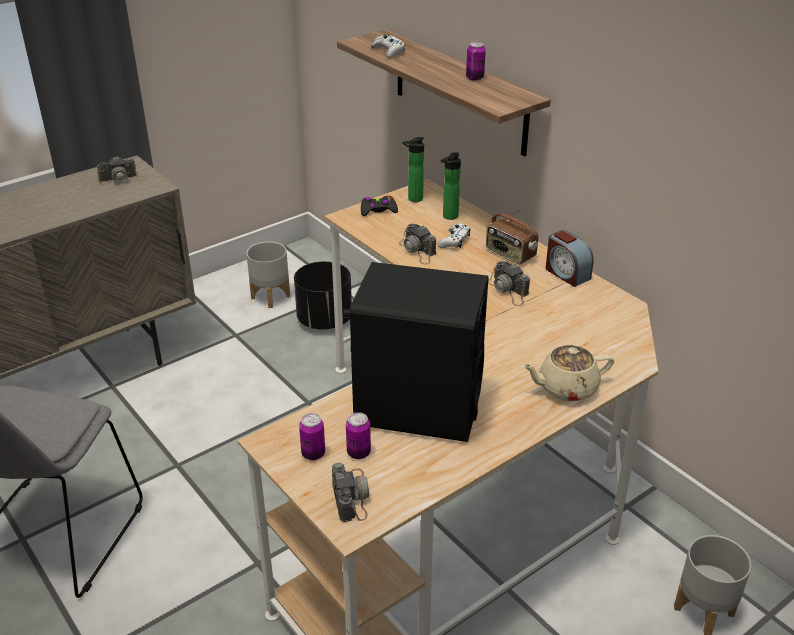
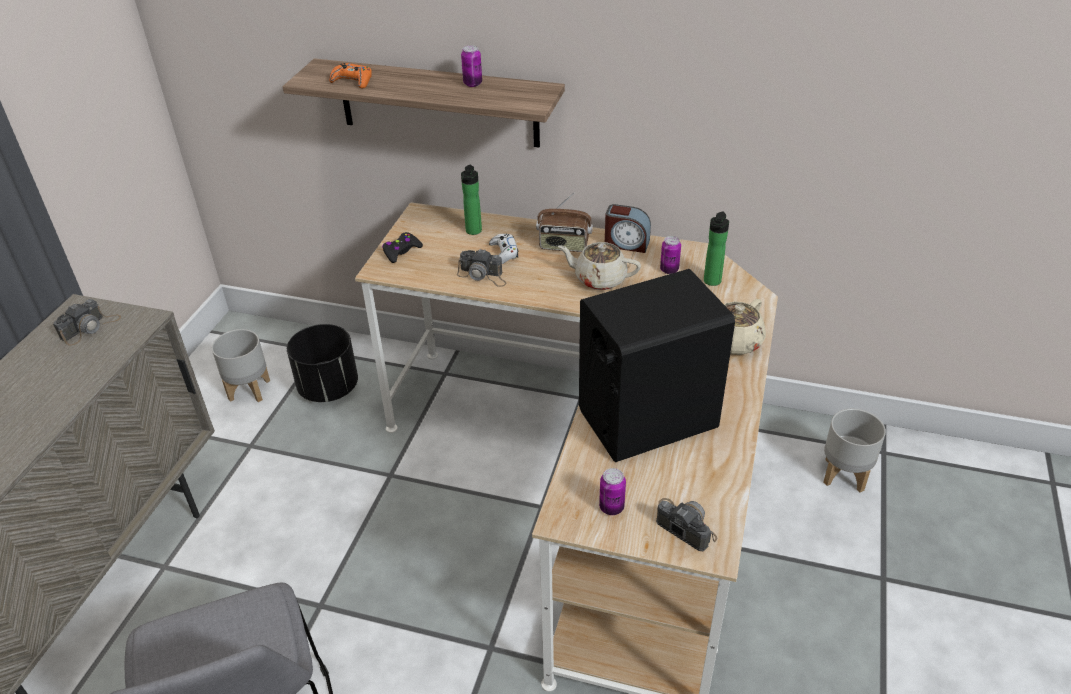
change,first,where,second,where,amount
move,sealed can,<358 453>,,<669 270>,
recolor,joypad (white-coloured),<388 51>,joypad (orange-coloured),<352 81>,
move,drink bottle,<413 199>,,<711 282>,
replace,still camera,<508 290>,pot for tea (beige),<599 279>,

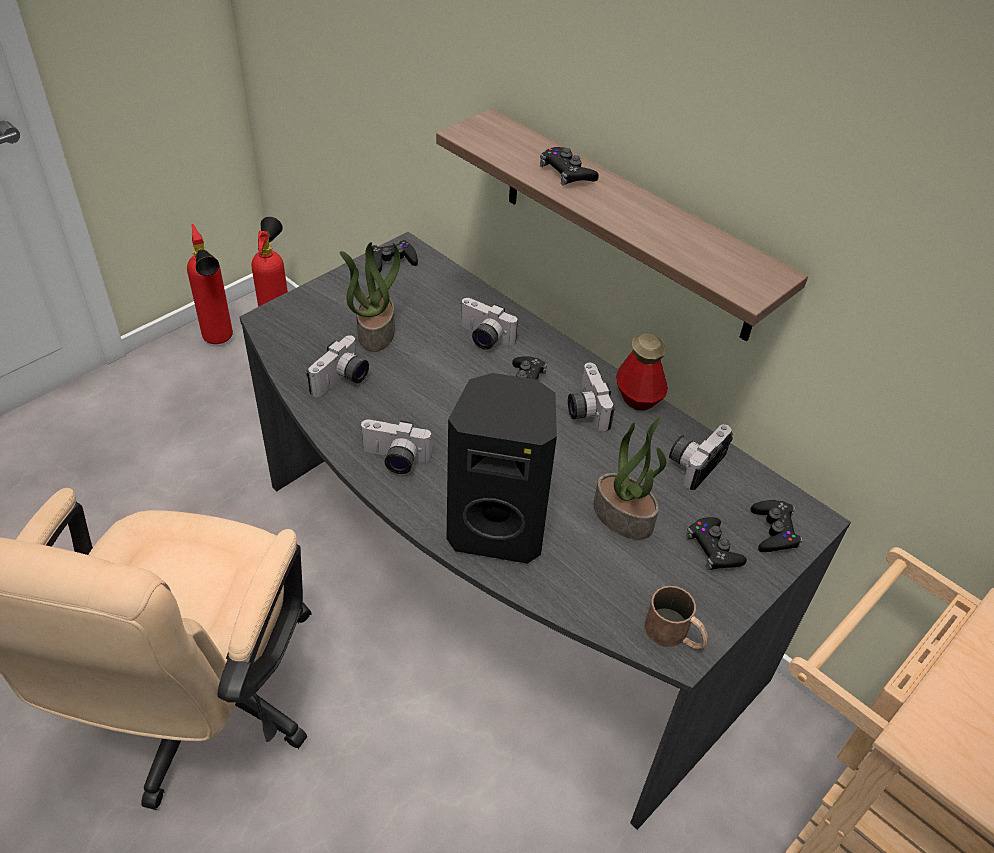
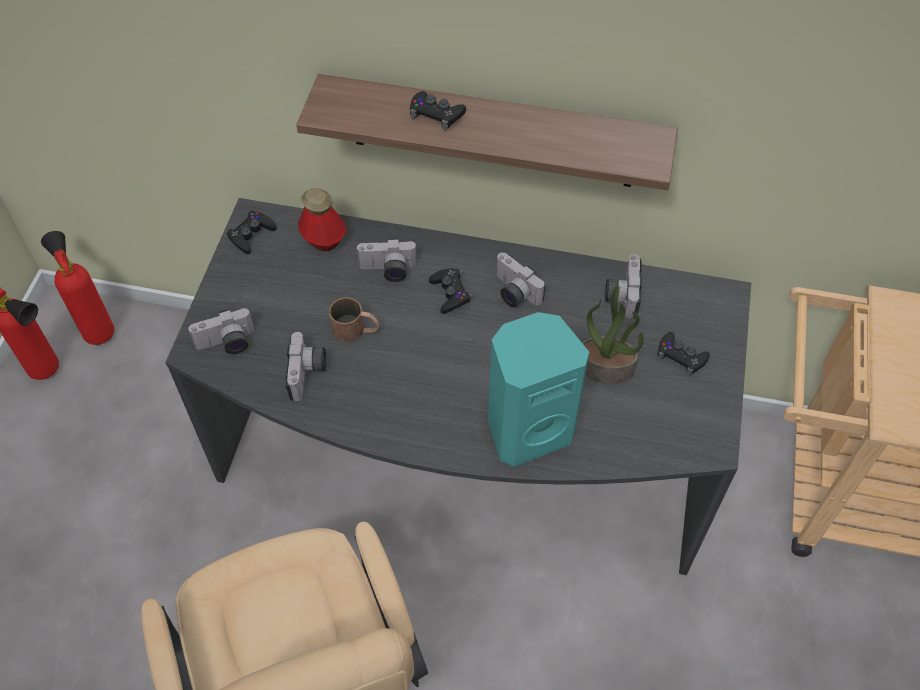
change,first,where,second,where,amount
delete,potted plant,<375 332>,,,
move,still camera,<394 460>,,<227 344>,
recolor,speaker (blackish),<498 528>,speaker (turquoise-coloured),<528 429>,
move,drink bottle,<638 398>,,<324 240>,
move,tea mug (brownish),<675 635>,,<356 330>,
delete,joypad (blackish),<774 531>,,,

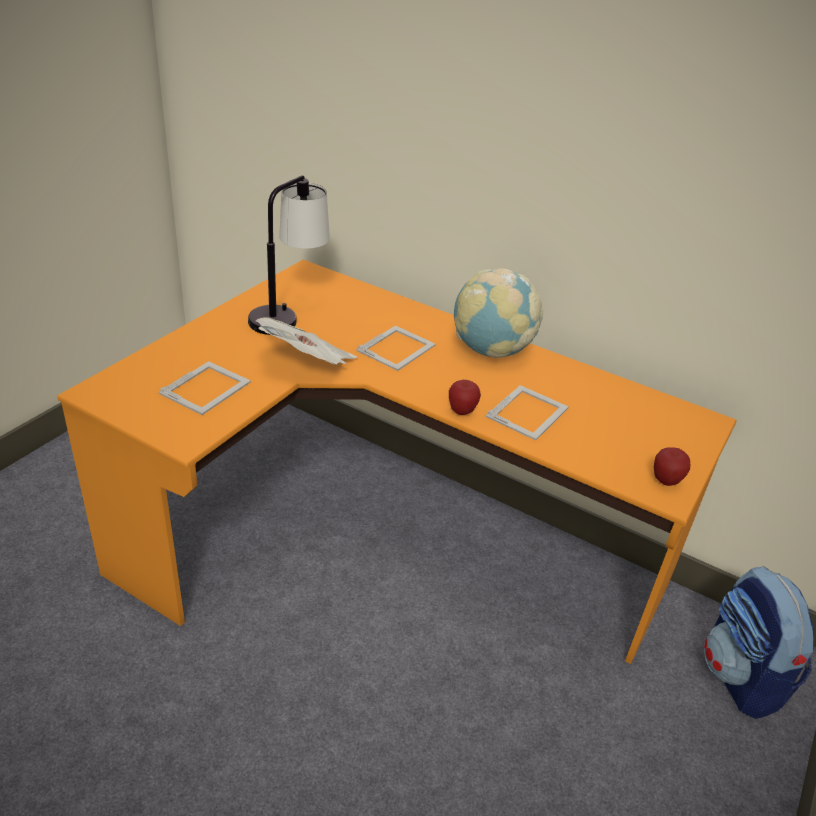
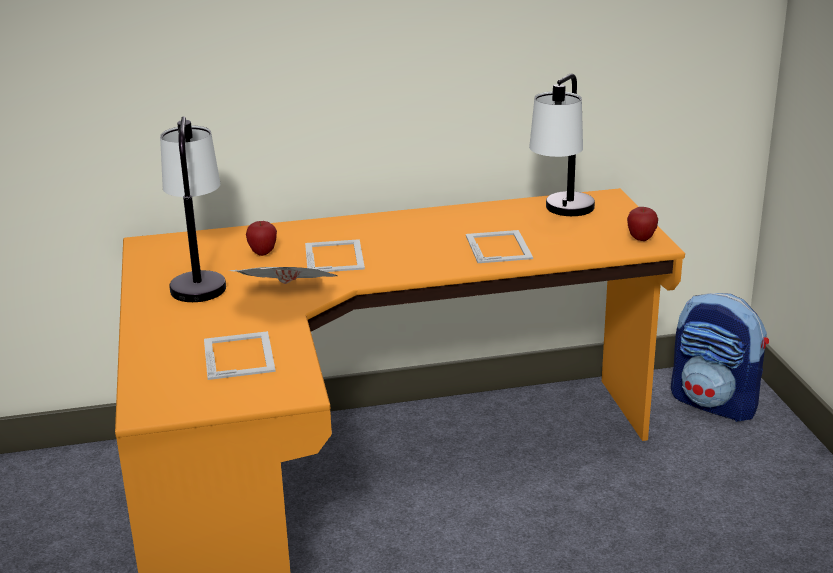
change,first,where,second,where,amount
move,apple fruit,<462 411>,,<263 253>,
delete,desk globe,<491 350>,,,
insert,,,lamp for a table,<562 216>,

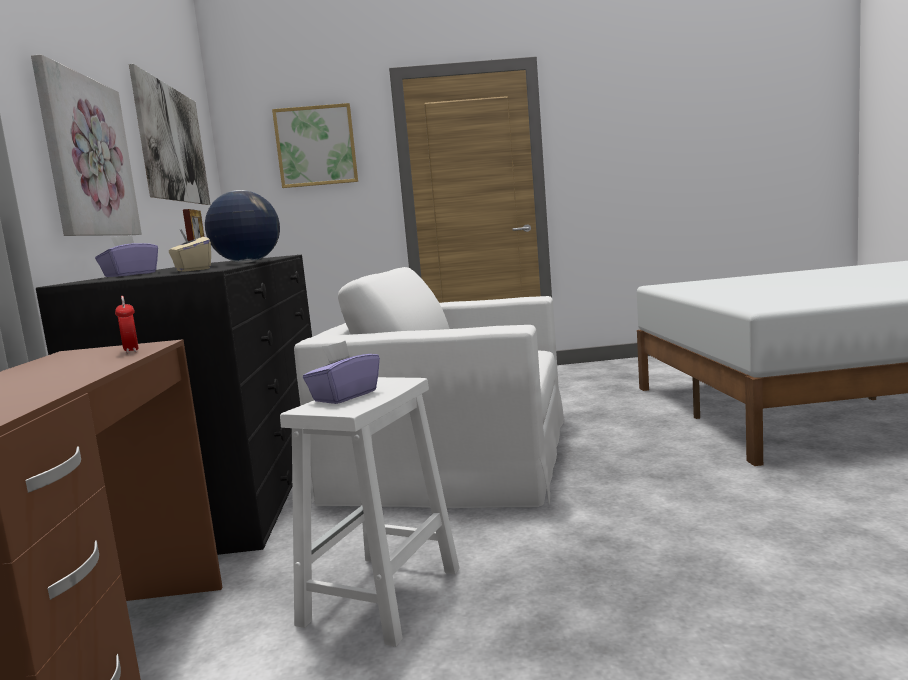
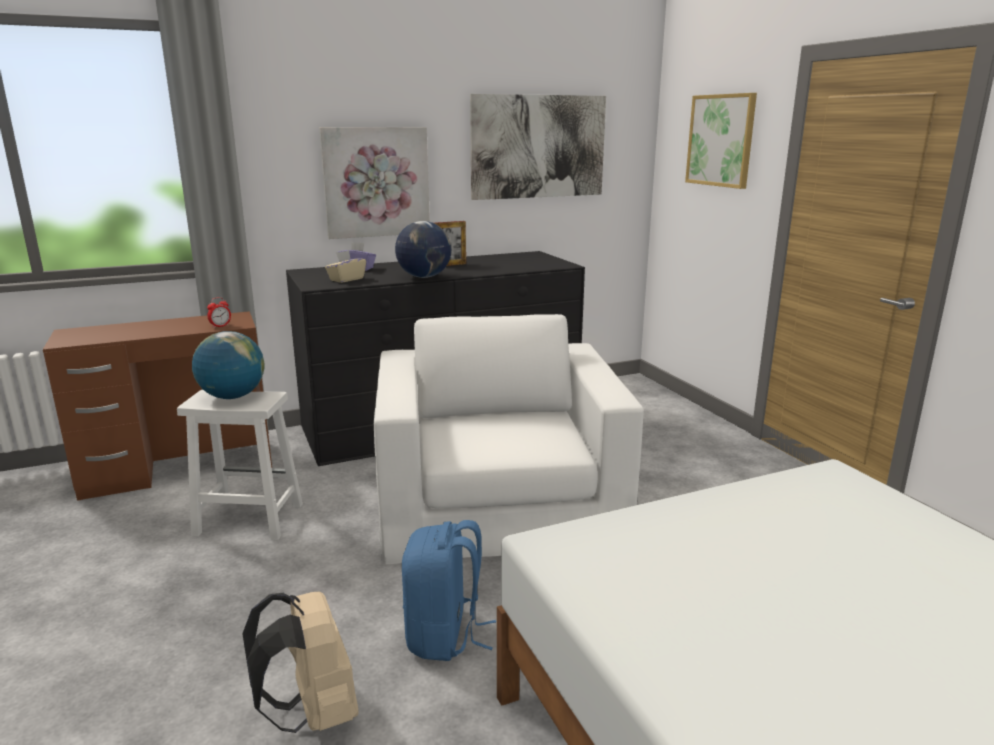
change,first,where,second,where,amount
replace,tissue box (purple-coloured),<344 396>,desk globe,<232 396>,
insert,,,rucksack (beige),<312 713>,
insert,,,rucksack (blue-coloured),<445 636>,

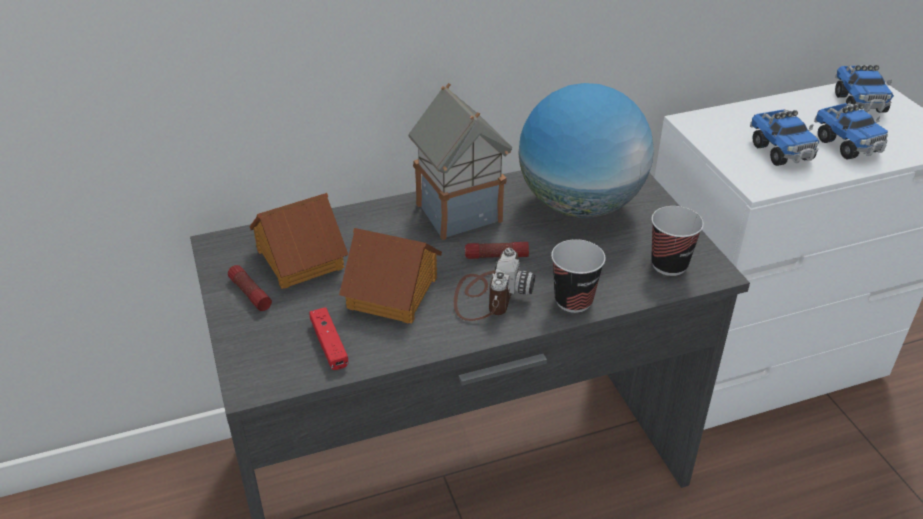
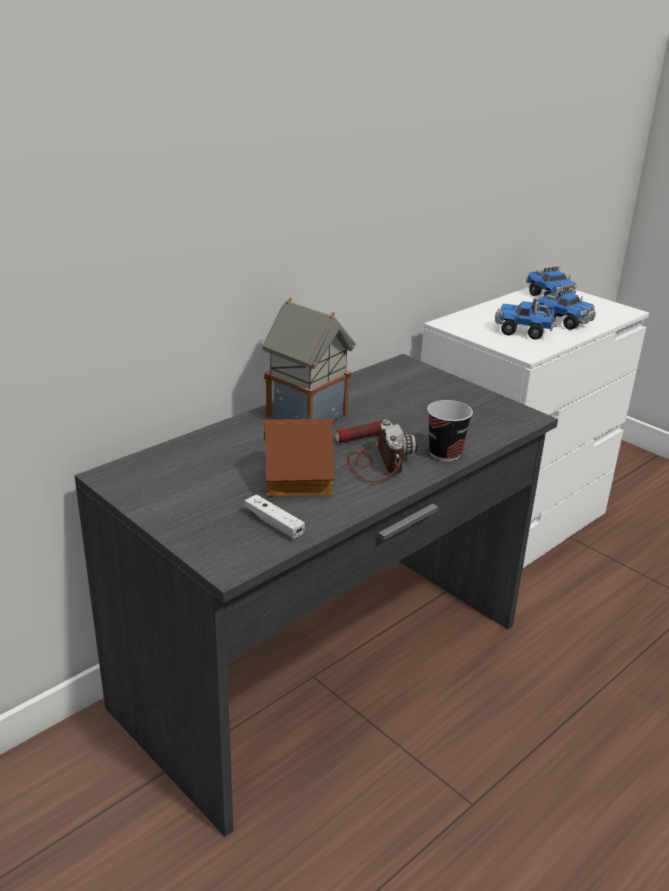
change,first,where,second,where,amount
delete,torch,<250 293>,,,
delete,miniature house,<298 259>,,,
recolor,joypad (reddish),<329 344>,joypad (white-coloured),<274 523>,
delete,desk globe,<580 205>,,,
delete,cup,<669 265>,,,
rotate,toy truck,<781 151>,,<524 332>,150 degrees clockwise

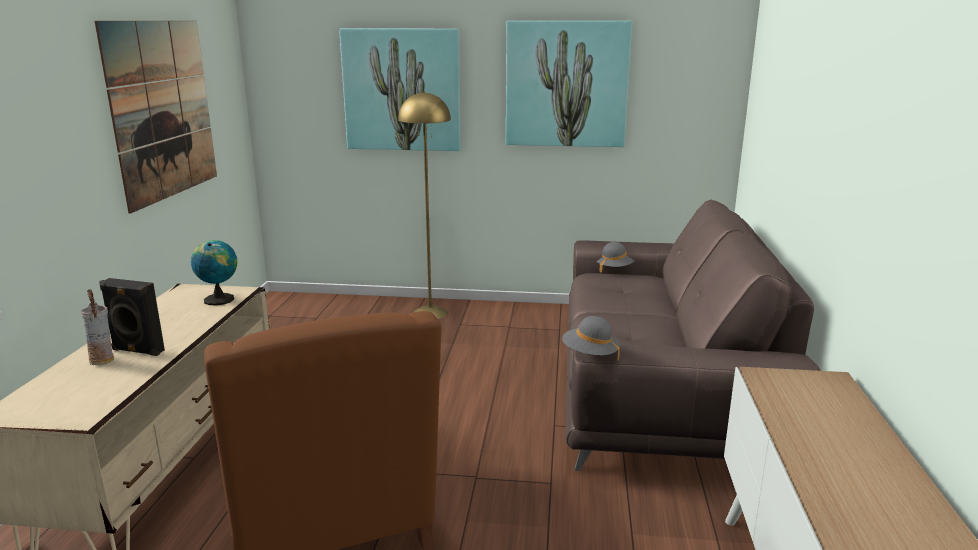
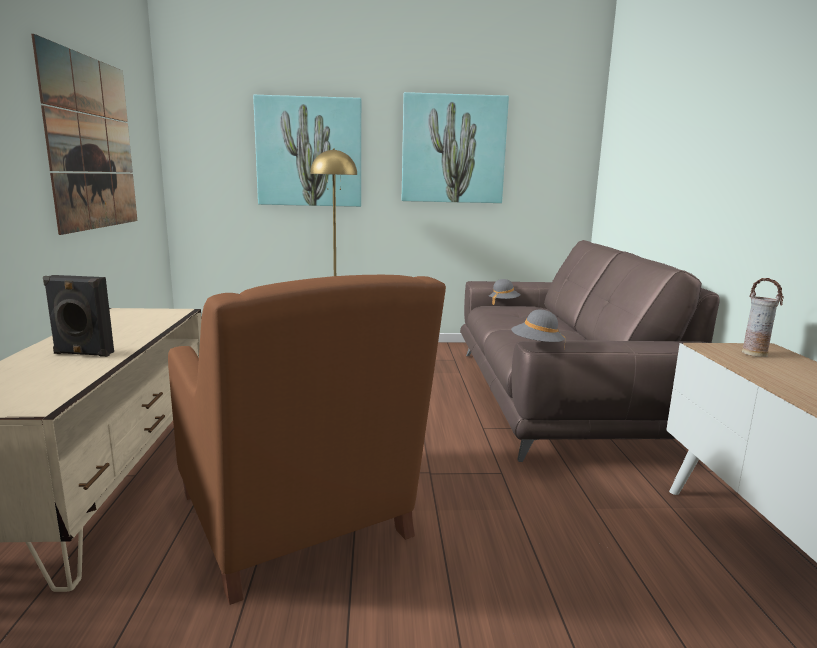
change,first,where,second,where,amount
move,flower vase,<103 360>,,<754 354>,
delete,desk globe,<219 299>,,,

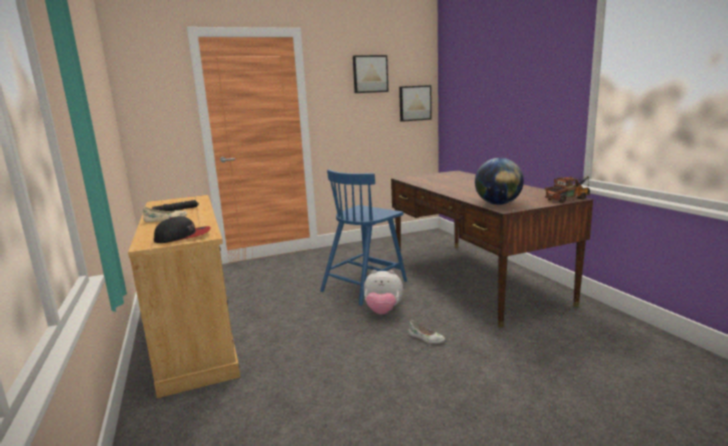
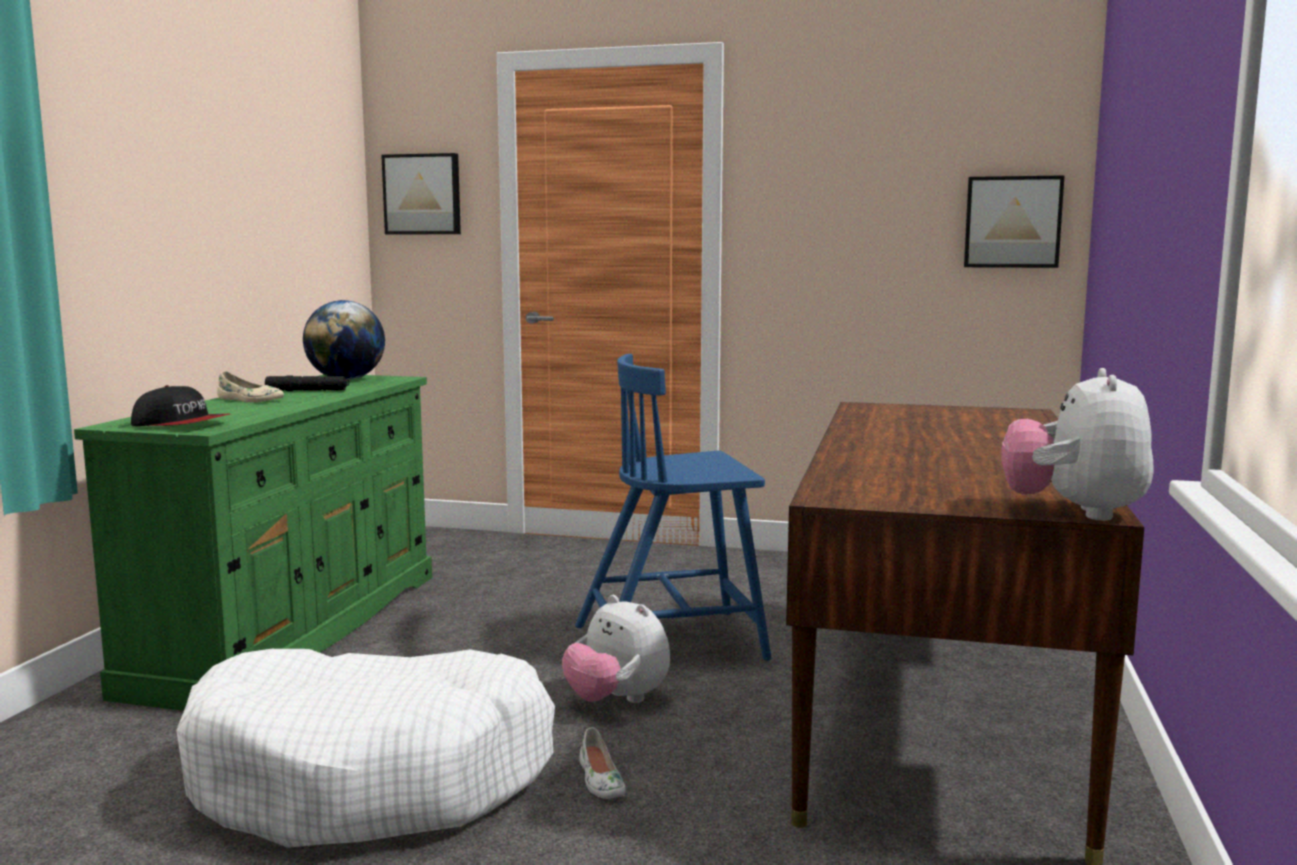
change,first,where,second,where,amount
recolor,drawer chest (beige),<196 332>,drawer chest (green),<294 628>,
move,wall picture,<370 74>,,<423 194>,
move,desk globe,<498 204>,,<346 379>,
replace,toy truck,<569 199>,plush toy,<1074 512>,
insert,,,dog cushion (white-coloured),<372 778>,

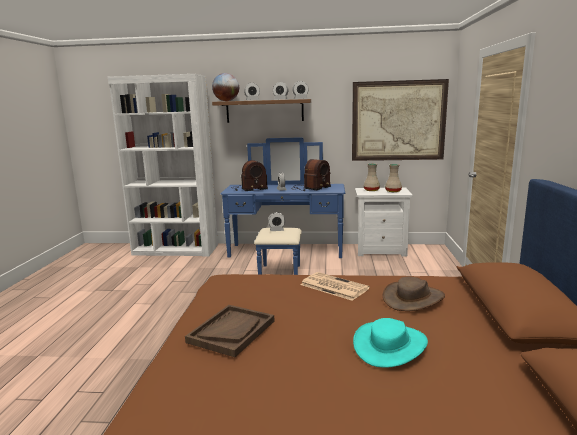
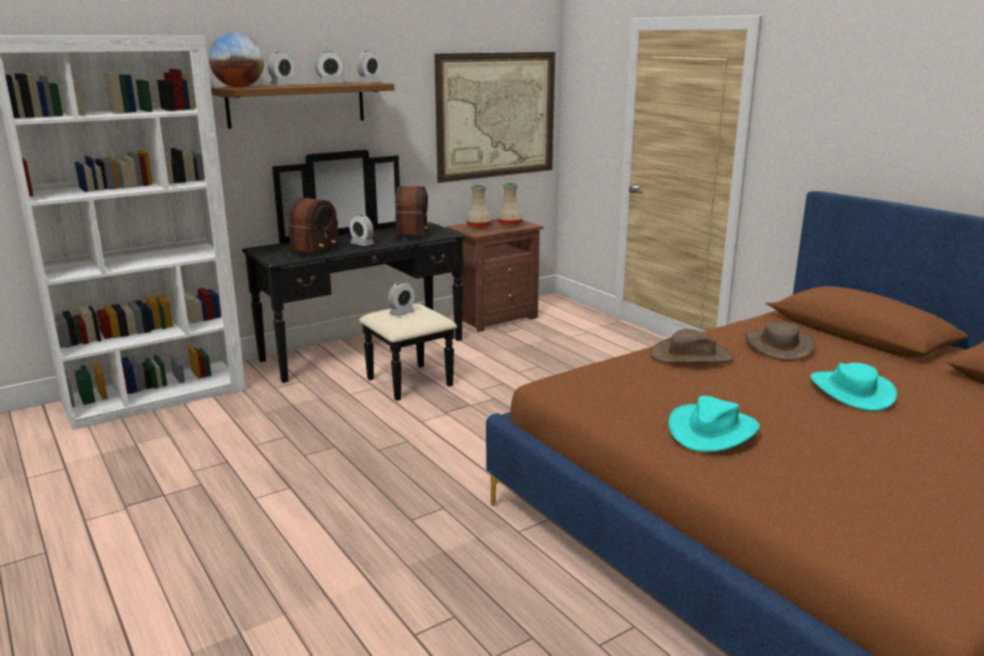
change,first,where,second,where,amount
replace,carrying tray (brownish),<231 331>,clothing hat (turquoise-coloured),<712 430>,
recolor,drawer chest (blue-coloured),<285 255>,drawer chest (blackish),<374 356>,
replace,printed paper,<333 286>,clothing hat (brownish),<691 356>,
recolor,nightstand (white-coloured),<381 250>,nightstand (brownish),<494 318>,

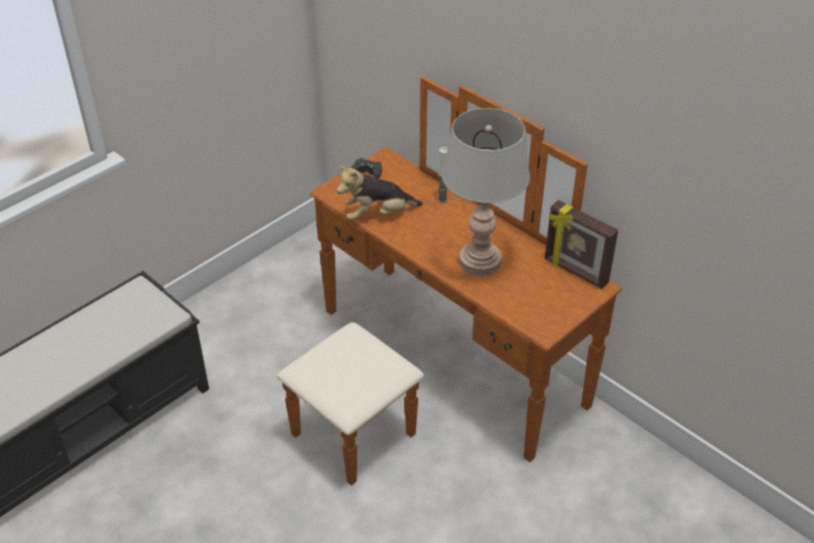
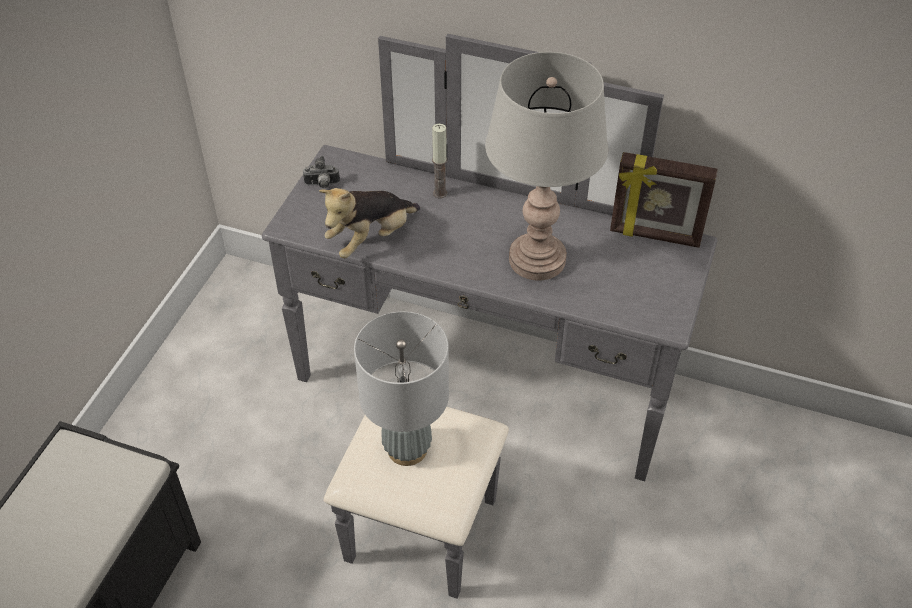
change,first,where,second,where,amount
recolor,drawer chest (brownish),<432 374>,drawer chest (gray),<472 414>,
replace,joypad (blackish),<367 171>,still camera,<322 185>,
insert,,,lamp for a table (gray),<407 449>,

